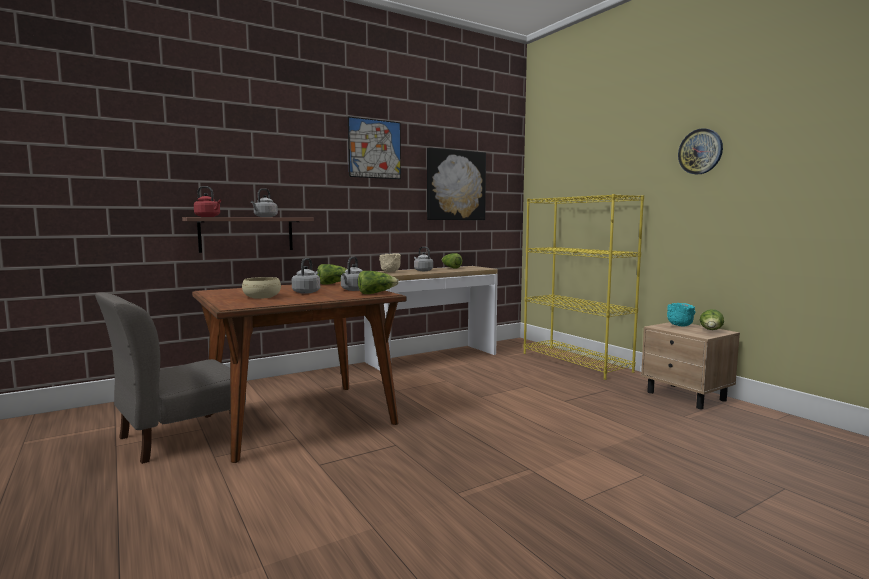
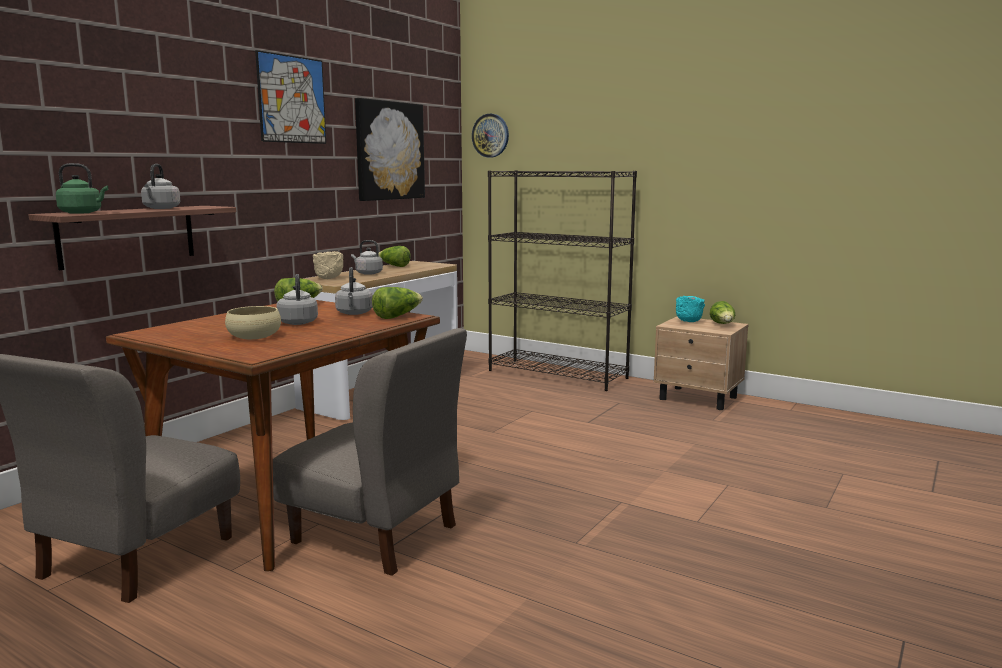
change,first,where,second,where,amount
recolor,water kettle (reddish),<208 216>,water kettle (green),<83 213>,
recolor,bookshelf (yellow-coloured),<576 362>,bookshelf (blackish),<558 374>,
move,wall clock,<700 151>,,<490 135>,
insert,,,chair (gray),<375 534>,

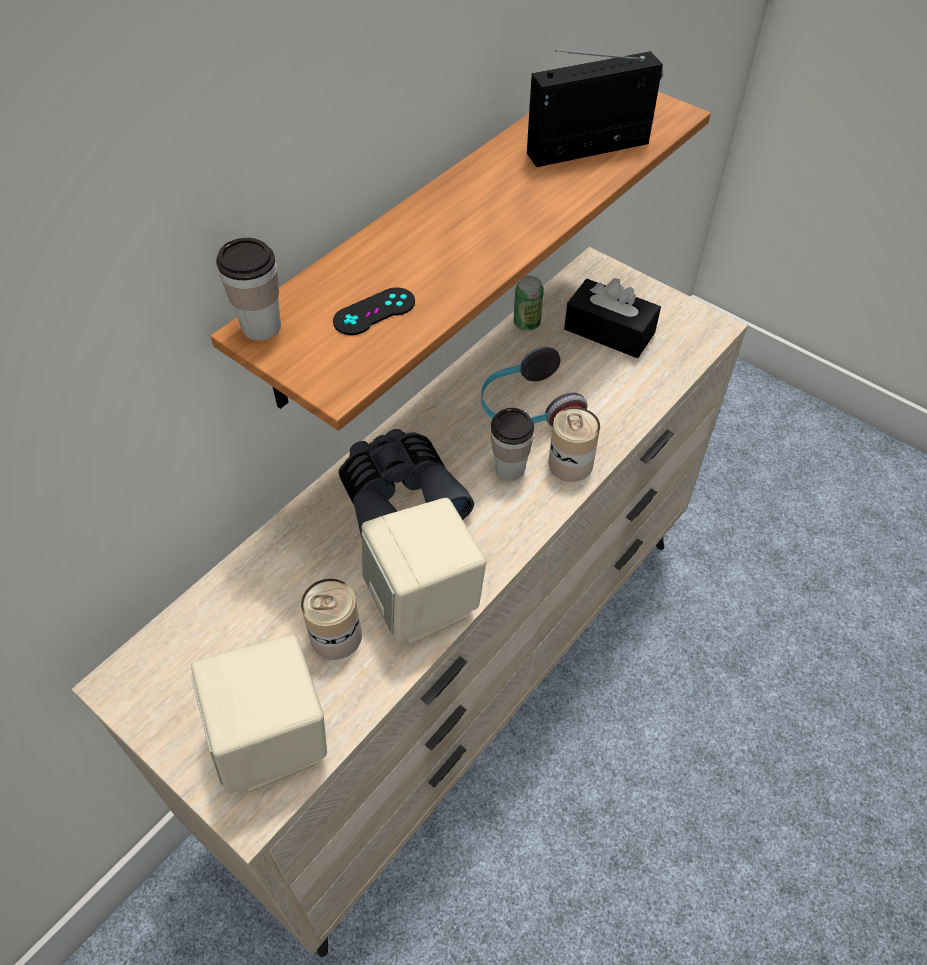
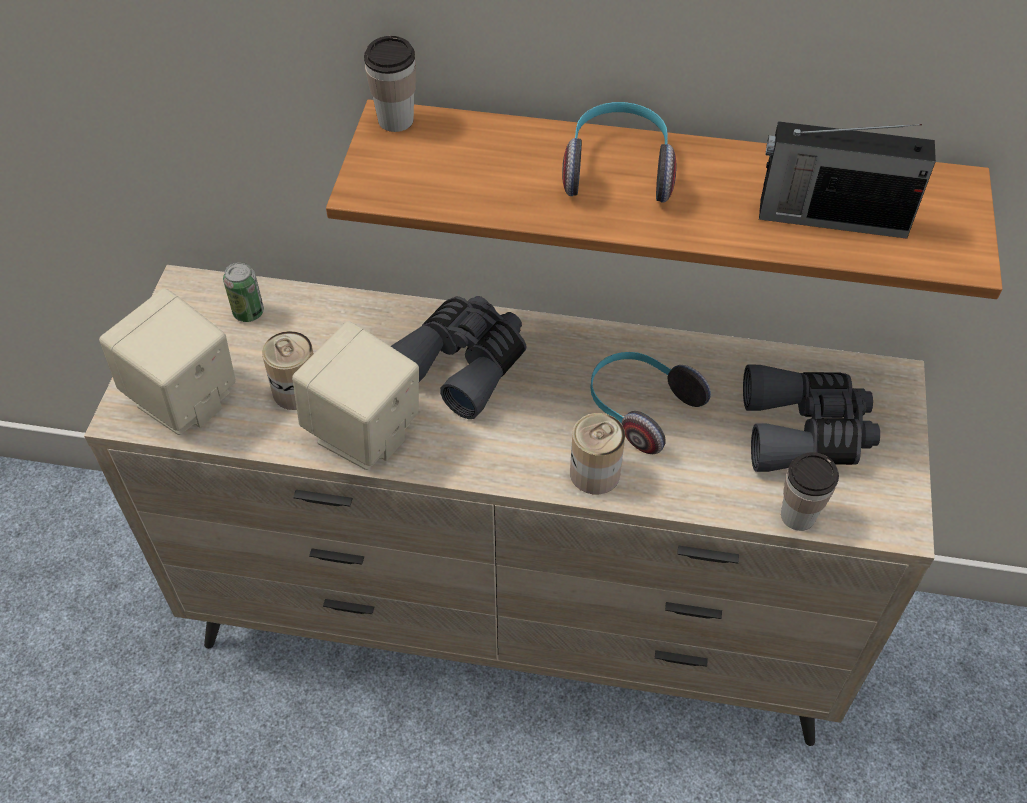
change,first,where,second,where,amount
delete,joypad (blackish),<374 312>,,,
move,cup,<509 469>,,<798 515>,
move,sealed can,<526 323>,,<248 312>,
rotate,radio set,<590 148>,,<829 217>,150 degrees clockwise
replace,tissue box (blackish),<609 331>,field glasses (gray),<805 431>,
insert,,,pair of headphones,<618 168>,

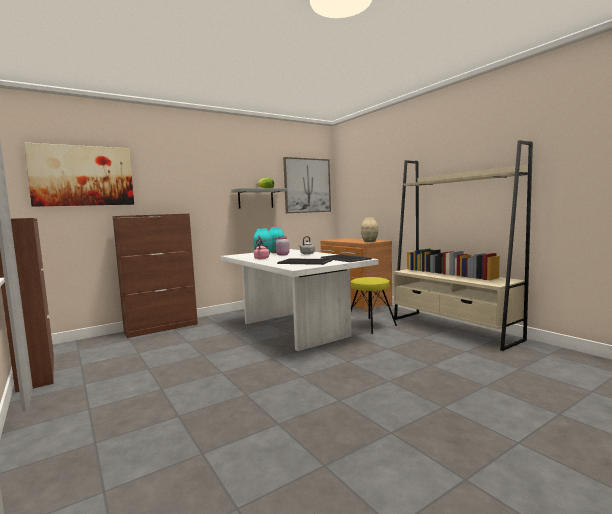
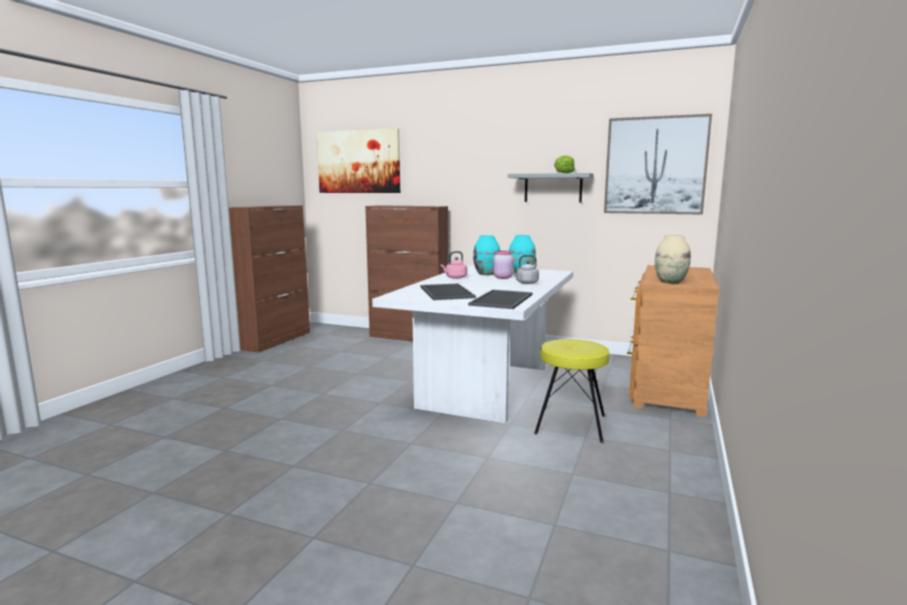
change,first,where,second,where,amount
delete,bookshelf (beige),<453 329>,,,

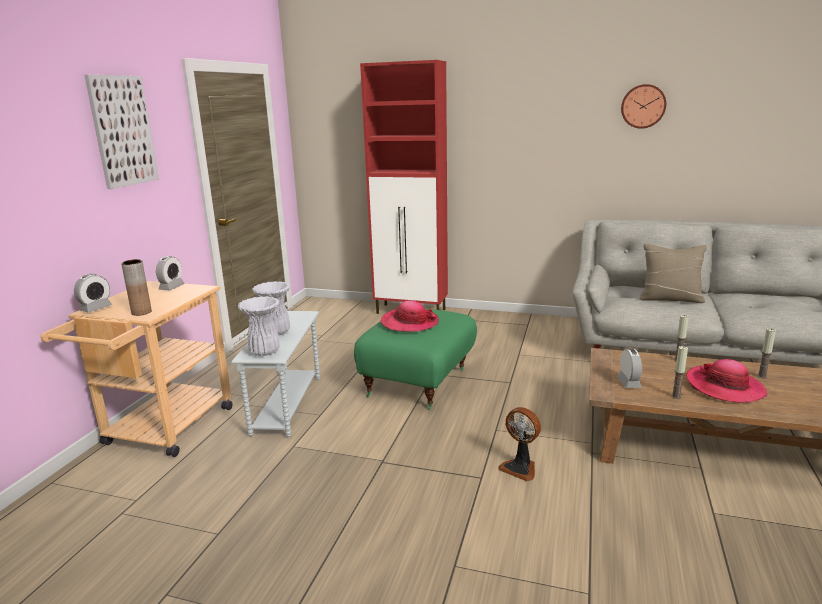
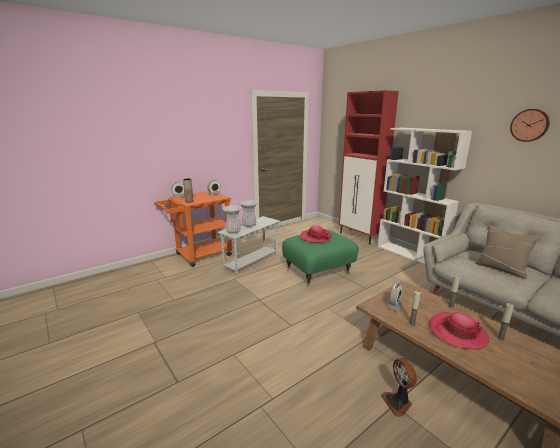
change,first,where,second,where,amount
recolor,trolley (beige),<163 431>,trolley (orange-coloured),<199 256>,
delete,wall picture,<123 131>,,,
move,electric fan,<520 468>,,<398 402>,
insert,,,bookshelf (white-coloured),<410 254>,

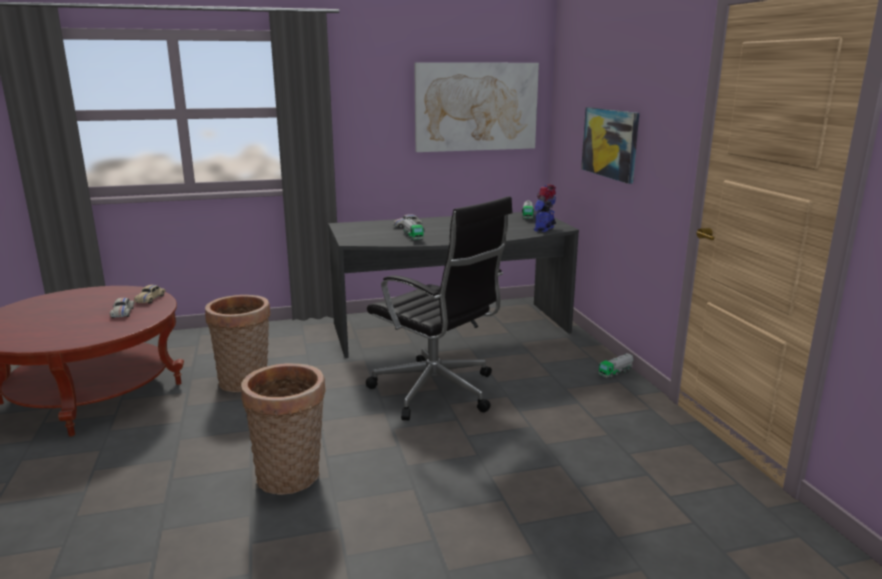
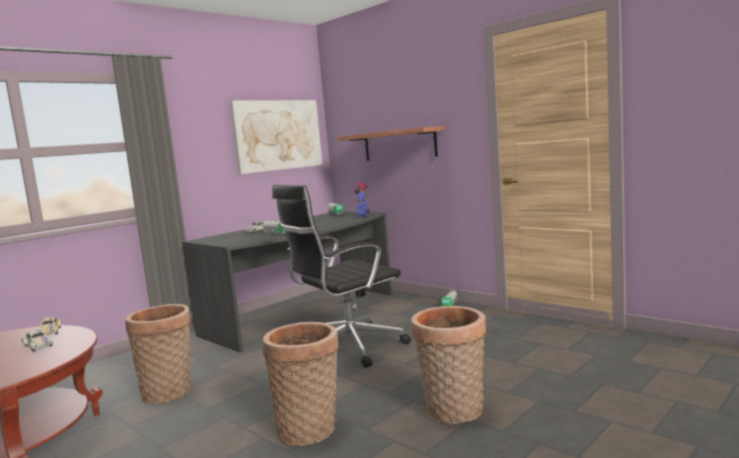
change,first,where,second,where,amount
rotate,desk chair (blackish),<437 392>,,<347 348>,135 degrees clockwise
replace,wall picture,<610 143>,bracket shelf,<399 144>,
insert,,,household basket,<454 412>,

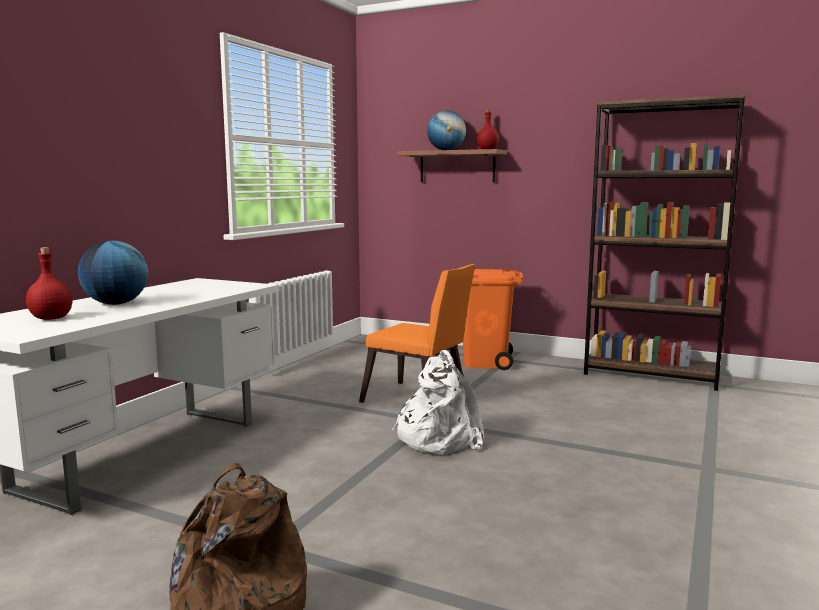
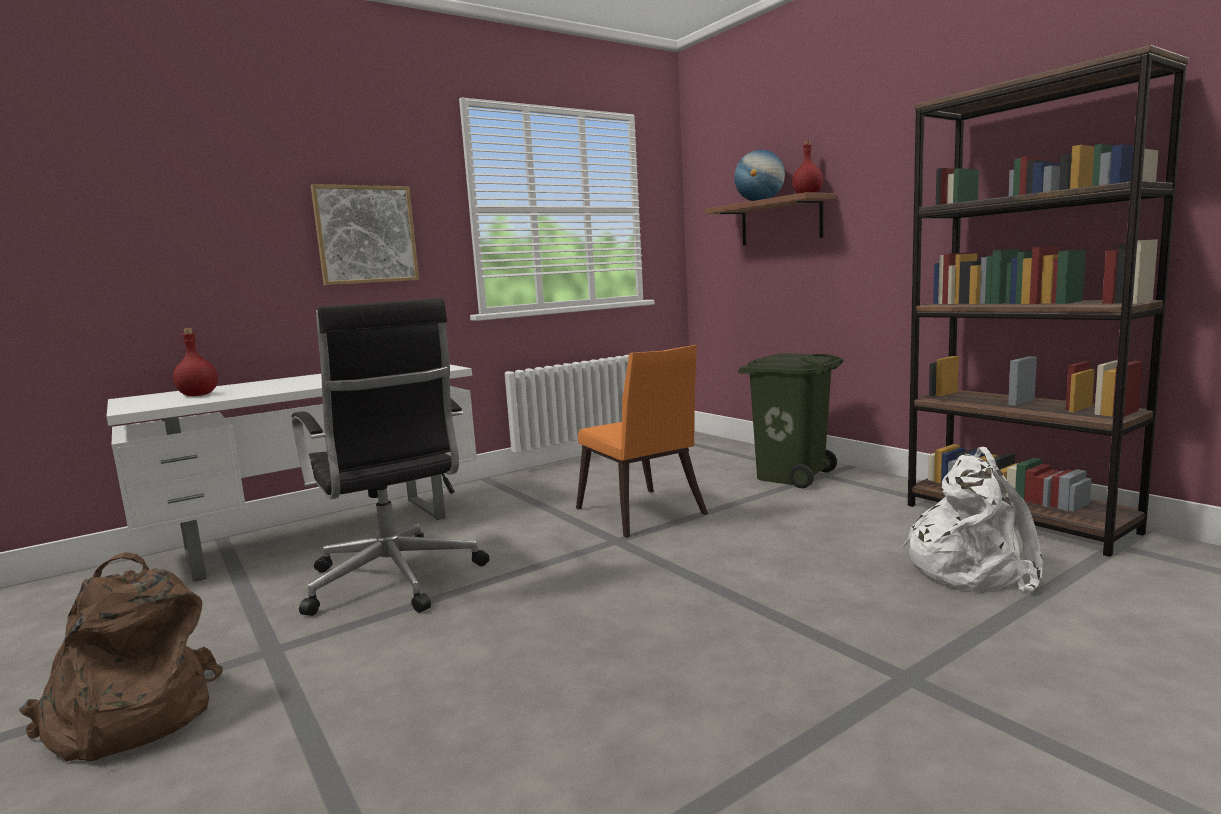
change,first,where,second,where,amount
delete,desk globe,<116 304>,,,
move,rucksack (white-coloured),<438 439>,,<970 568>,
recolor,trash can (orange-coloured),<485 362>,trash can (green),<791 476>,
insert,,,desk chair (blackish),<394 581>,
insert,,,wall picture,<366 234>,

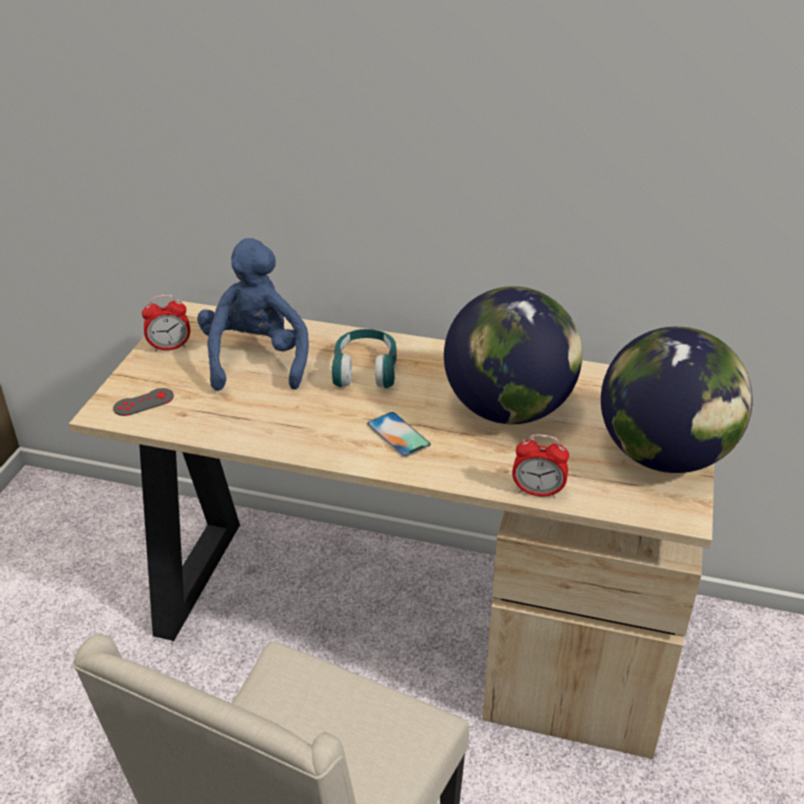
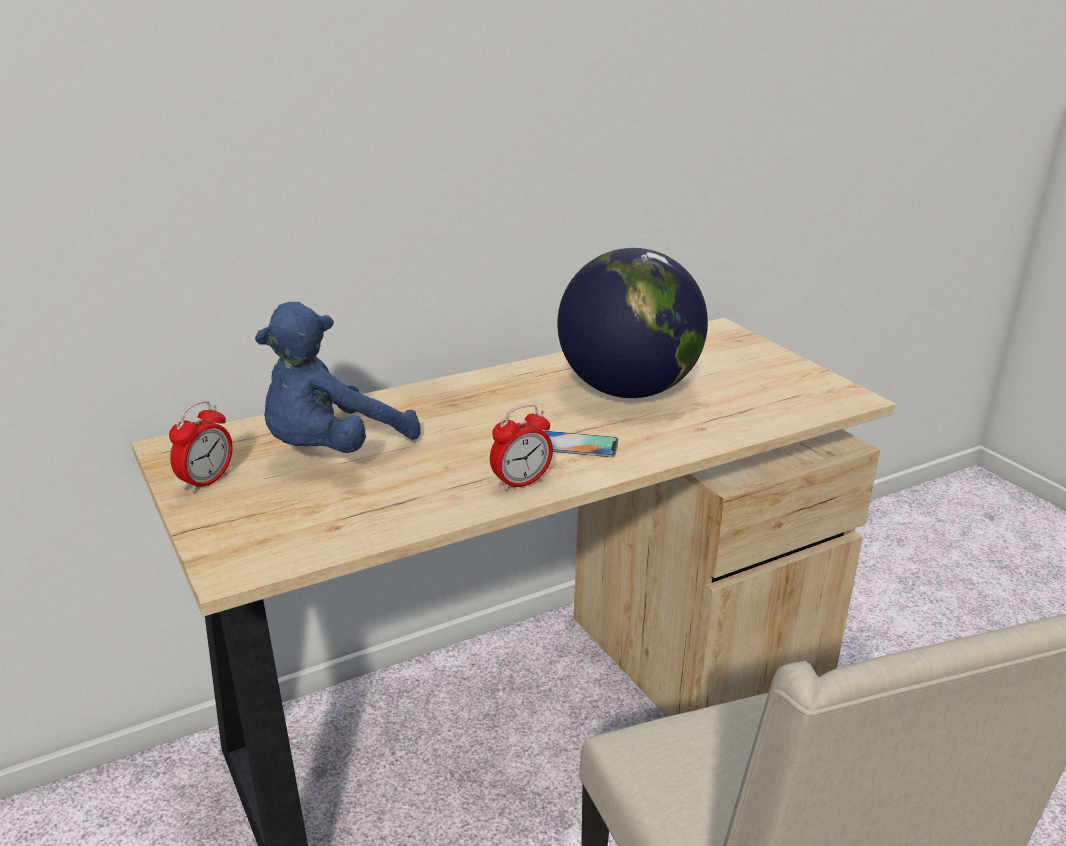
change,first,where,second,where,amount
delete,joypad (gray),<143 402>,,,
rotate,plush toy (blue-coloured),<256 359>,,<332 451>,90 degrees counterclockwise
delete,pair of headphones (turquoise-coloured),<365 370>,,,
move,table clock,<537 491>,,<520 483>,
delete,desk globe,<664 456>,,,

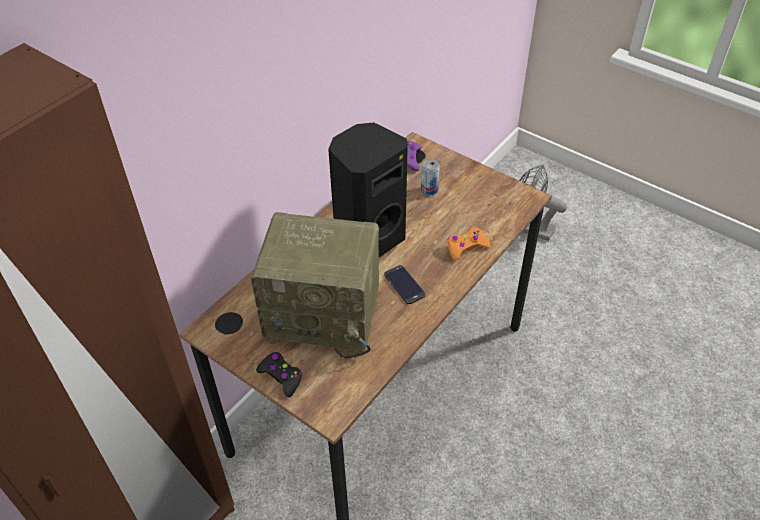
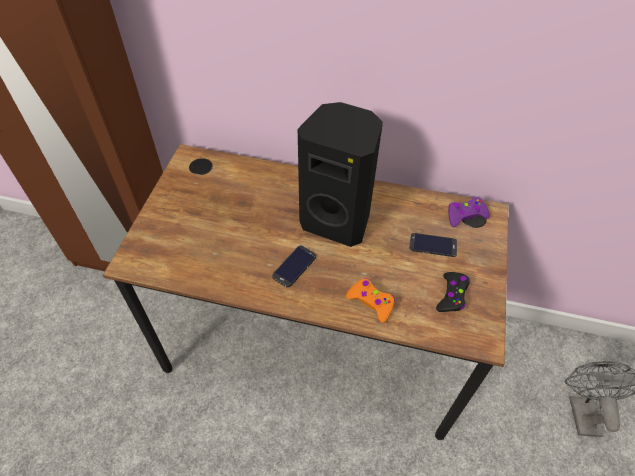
change,first,where,second,where,amount
delete,radio set,<325 314>,,,
move,joypad (blackish),<281 376>,,<452 295>,
replace,sealed can,<429 190>,telephone,<433 245>,

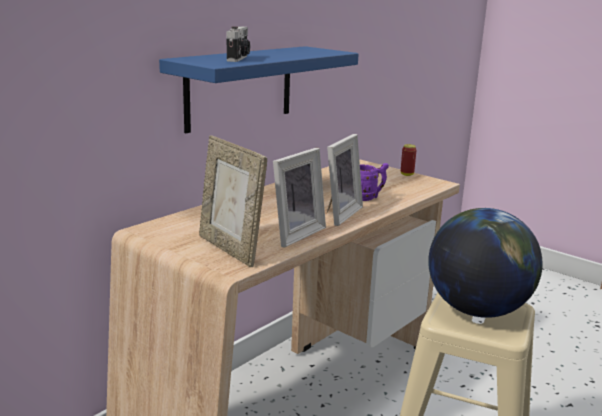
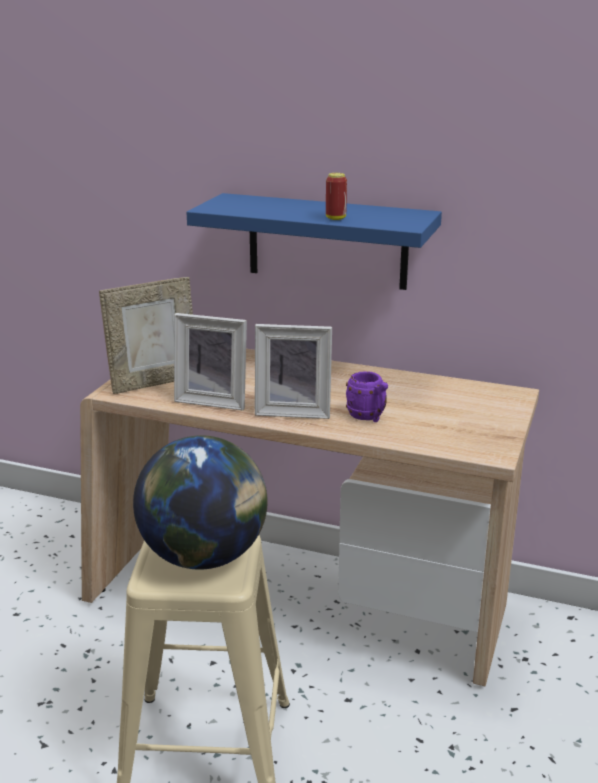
change,first,where,second,where,amount
rotate,photo frame,<230 249>,,<154 382>,150 degrees counterclockwise
delete,still camera,<238 58>,,,
move,sealed can,<407 174>,,<335 218>,

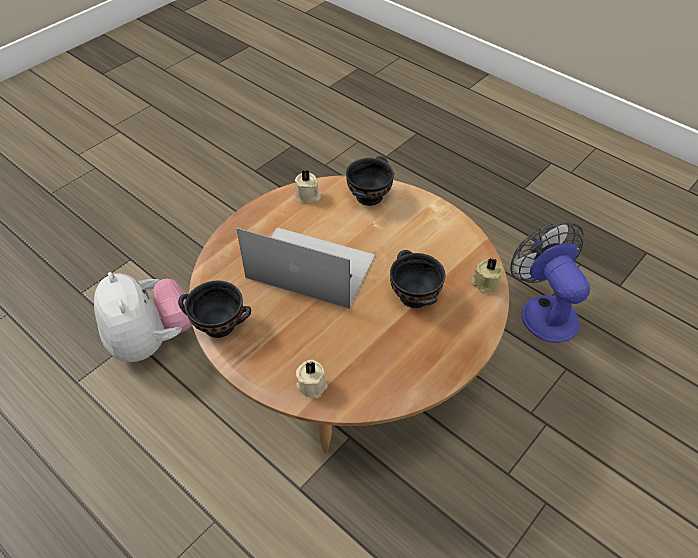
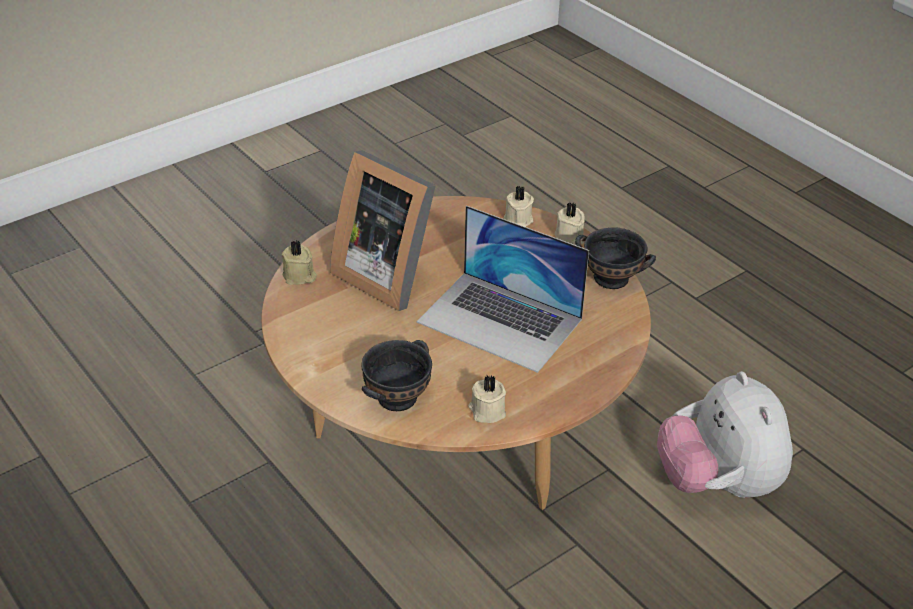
change,first,where,second,where,amount
replace,deep dish (blackish),<414 297>,photo frame,<387 274>,
delete,electric fan,<543 310>,,,
insert,,,wax light (beige),<569 238>,

